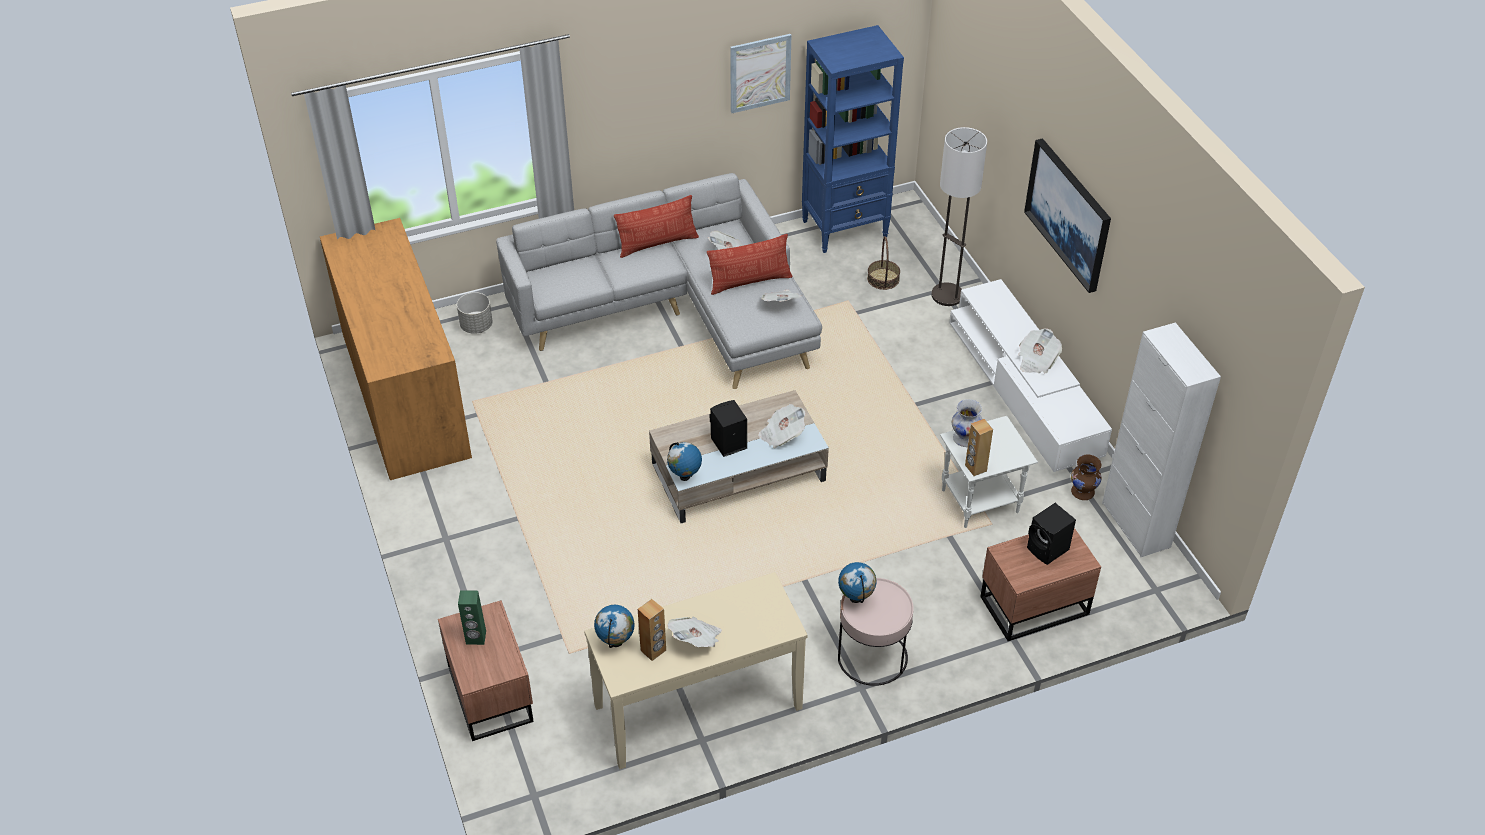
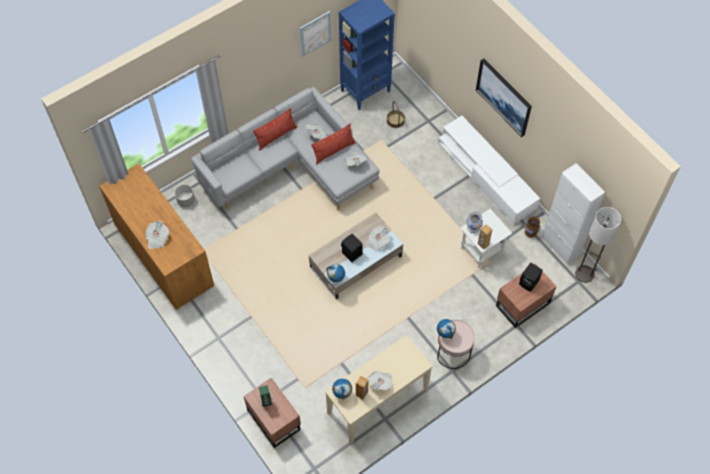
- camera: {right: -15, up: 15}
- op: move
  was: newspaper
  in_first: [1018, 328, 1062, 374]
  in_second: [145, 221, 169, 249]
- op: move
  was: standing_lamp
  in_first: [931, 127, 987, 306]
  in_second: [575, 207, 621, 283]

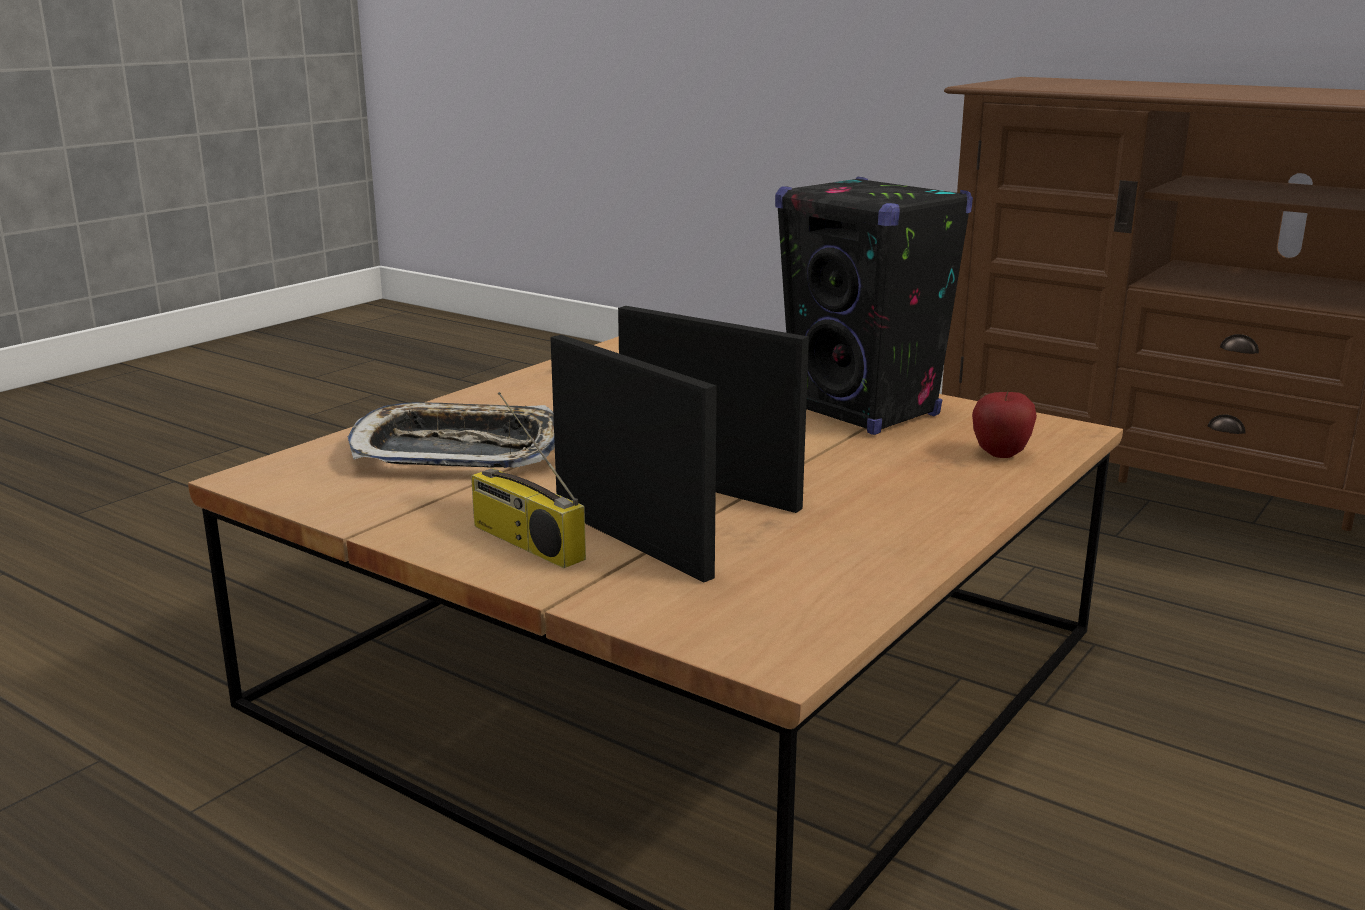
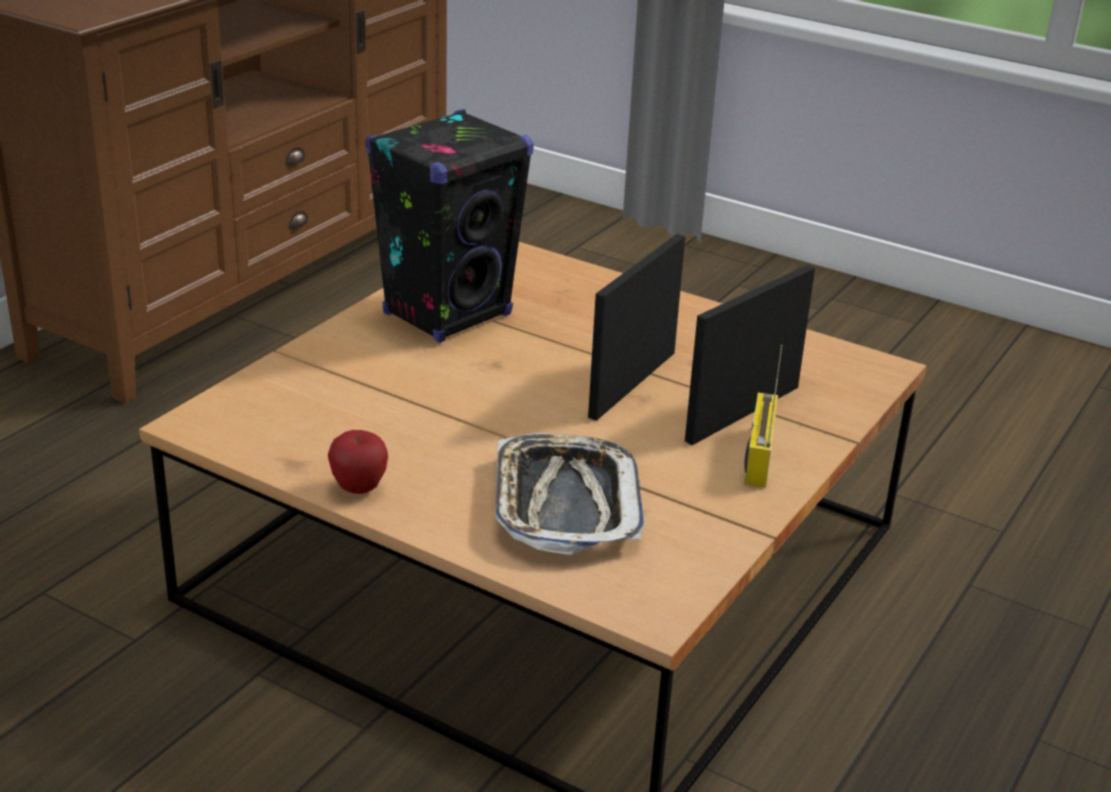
- camera: {right: -95, up: 10}
- op: move
  was: whole_apple
  in_first: [972, 391, 1037, 458]
  in_second: [328, 430, 388, 494]
- op: rotate
  was: radio
  in_first: [471, 392, 586, 568]
  in_second: [744, 345, 783, 488]
  clockwise: 150

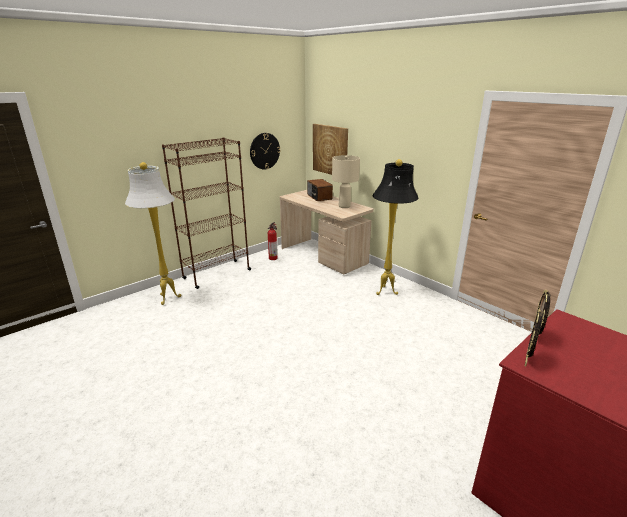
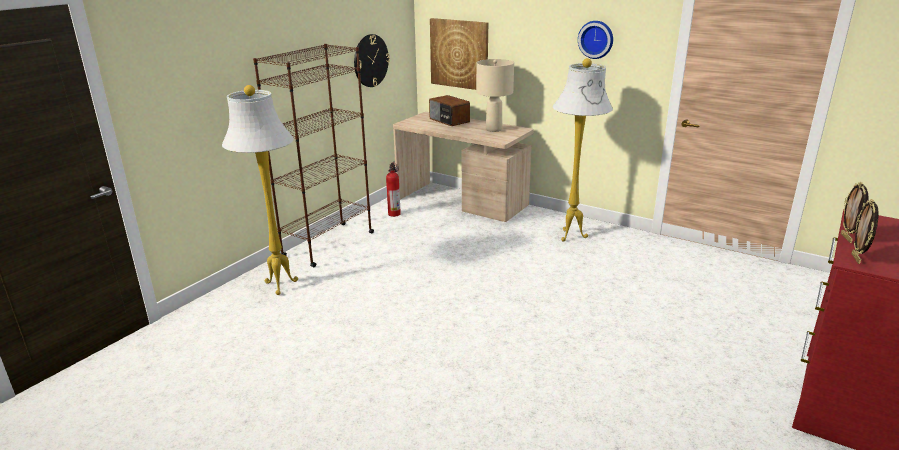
- camera: {right: -15, up: 0}
- op: recolor
  was: black_standing_lamp
  now: whitish_standing_lamp
  in_first: [372, 159, 418, 295]
  in_second: [553, 58, 613, 242]
- op: insert
  now: hanging_clock
  in_second: [578, 21, 613, 59]

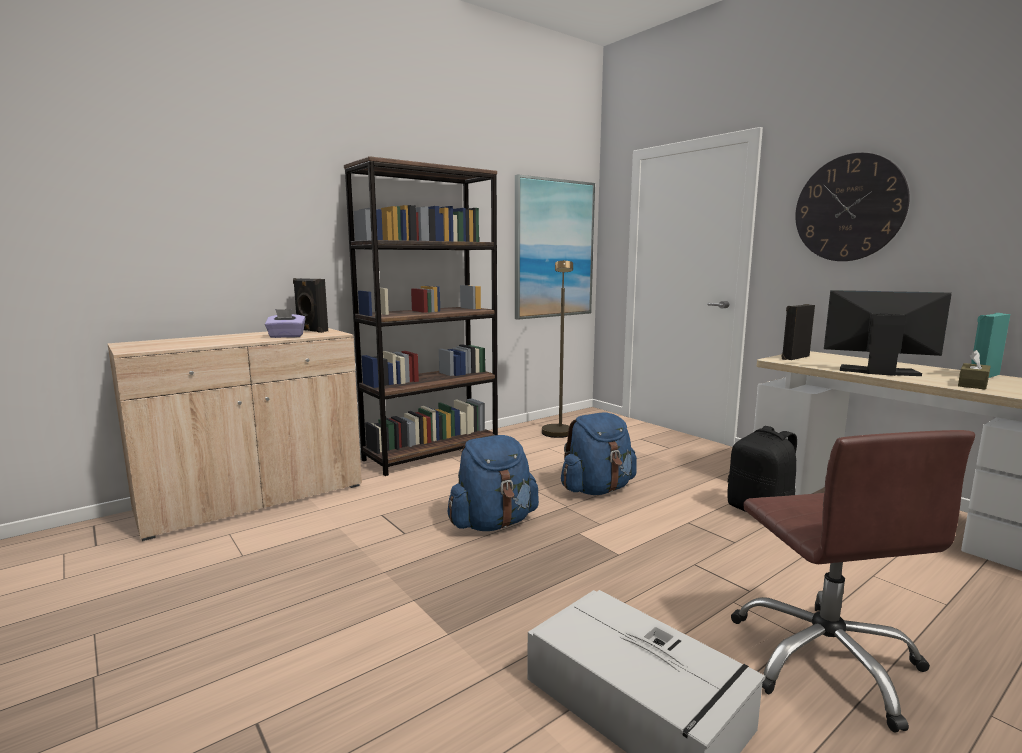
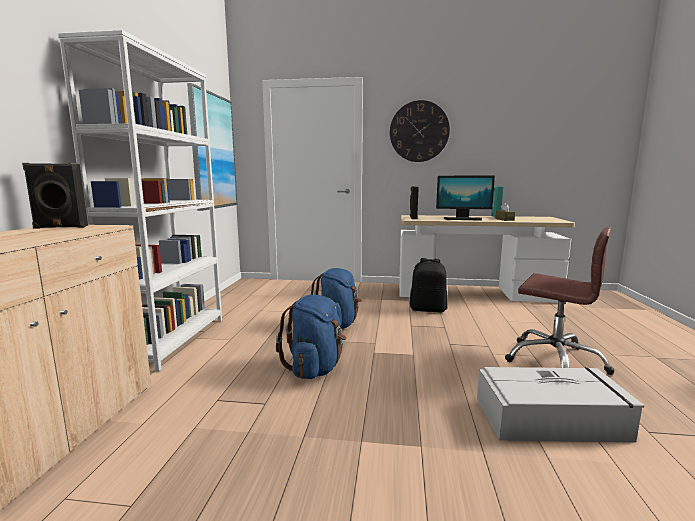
- camera: {right: -45, up: 0}
- op: recolor
  was: brown-coloured_bookcase
  now: whitish_bookcase
  in_first: [344, 156, 498, 476]
  in_second: [57, 30, 222, 372]
- op: rotate
  was: monitor
  in_first: [824, 290, 952, 376]
  in_second: [436, 176, 495, 221]
  clockwise: -150
- op: delete
  was: purple-coloured_tissue_box
  in_first: [265, 309, 306, 338]
- op: delete
  was: brown-coloured_standing_lamp
  in_first: [542, 260, 573, 438]

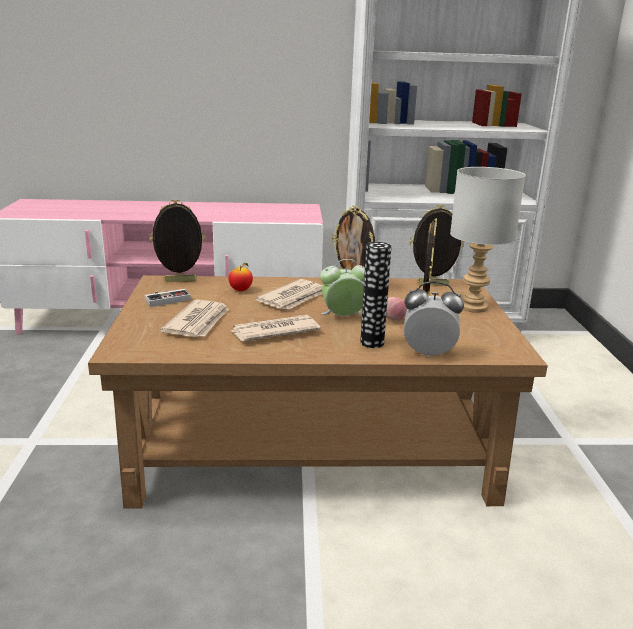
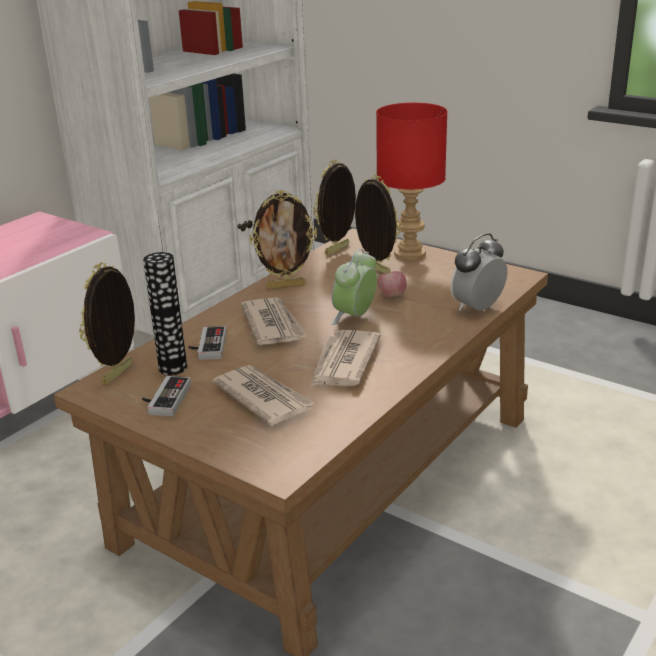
- camera: {right: -50, up: 5}
- op: move
  was: vase
  in_first: [360, 242, 392, 348]
  in_second: [143, 252, 187, 375]
- op: replace
  was: whole_apple
  now: joypad
  in_first: [228, 263, 253, 291]
  in_second: [188, 326, 226, 360]
- op: recolor
  was: greyish_tabletop_lamp
  now: red-coloured_tabletop_lamp
  in_first: [450, 167, 526, 313]
  in_second: [376, 103, 448, 261]

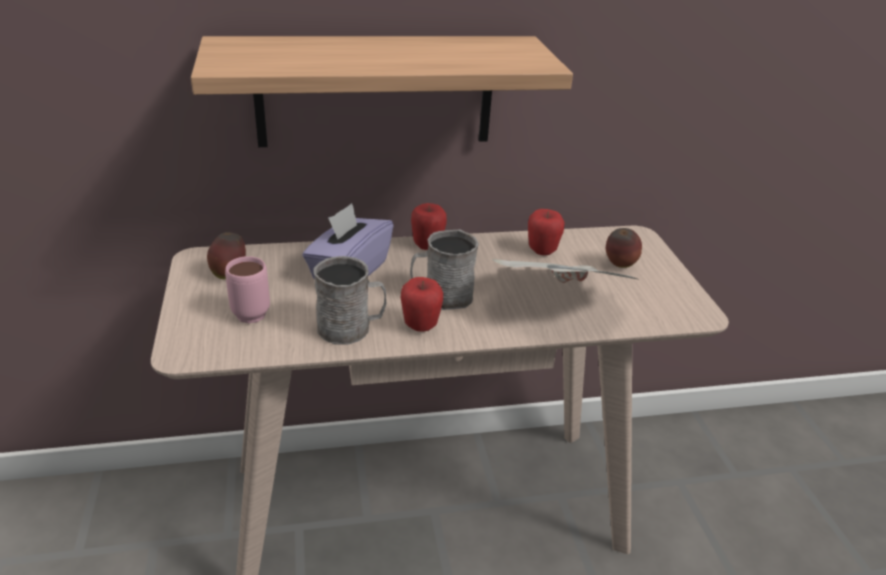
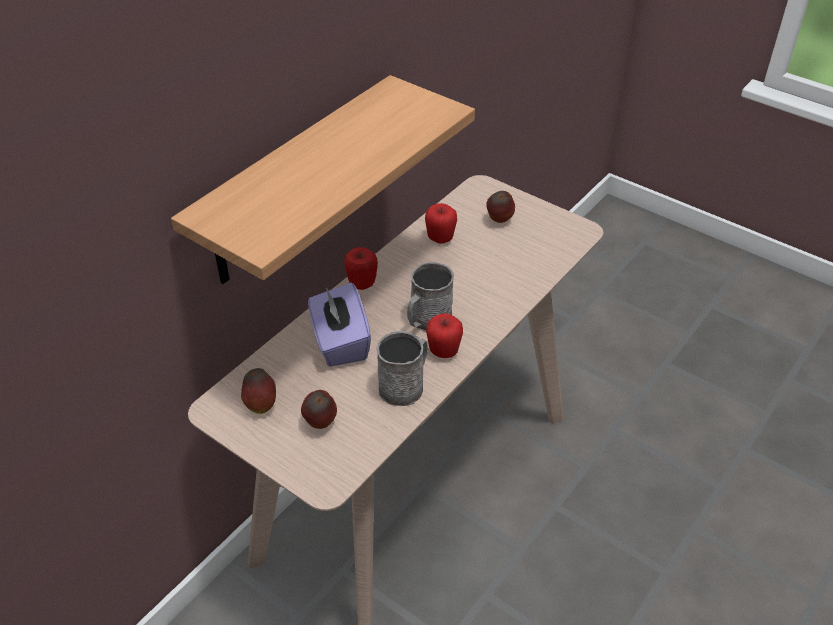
- camera: {right: -40, up: 10}
- op: replace
  was: pinkish_coffee_mug
  now: whole_apple
  in_first: [225, 256, 270, 323]
  in_second: [301, 390, 337, 429]
- op: delete
  was: newspaper
  in_first: [492, 259, 638, 283]

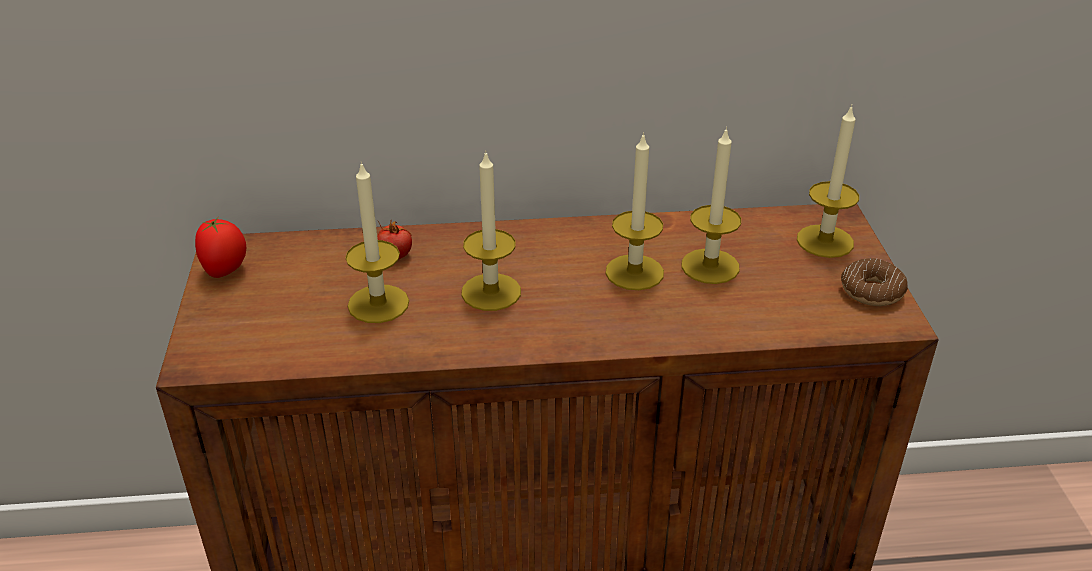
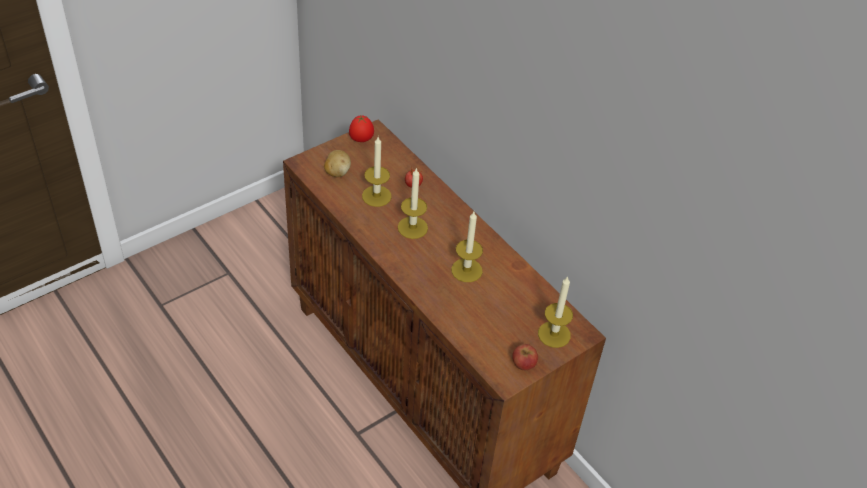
- camera: {right: 55, up: 10}
- op: insert
  now: potato
  in_second: [324, 150, 351, 177]
- op: replace
  was: donut
  now: whole_apple
  in_first: [841, 258, 908, 306]
  in_second: [512, 344, 538, 370]
- op: delete
  was: wax_light
  in_first: [681, 127, 741, 284]

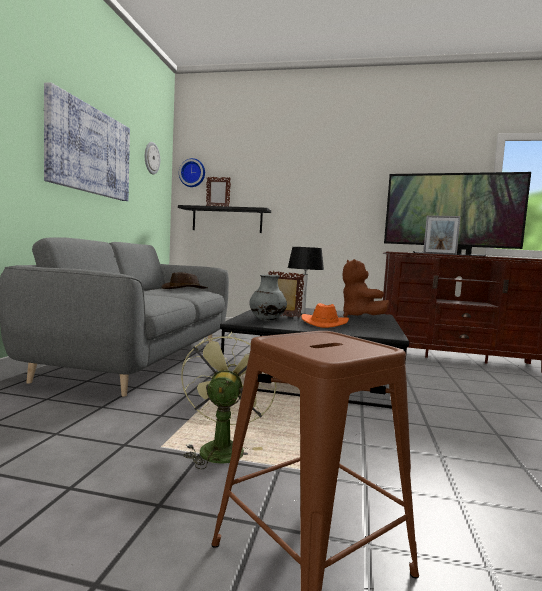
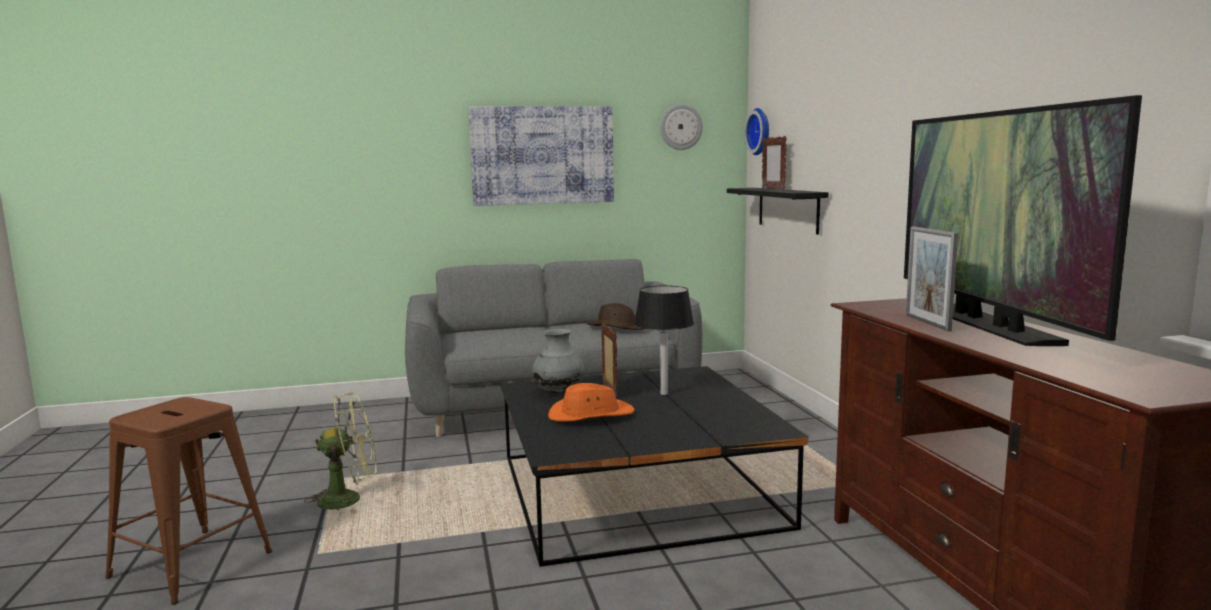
- camera: {right: 65, up: 5}
- op: delete
  was: brown-coloured_plush_toy
  in_first: [342, 259, 389, 317]

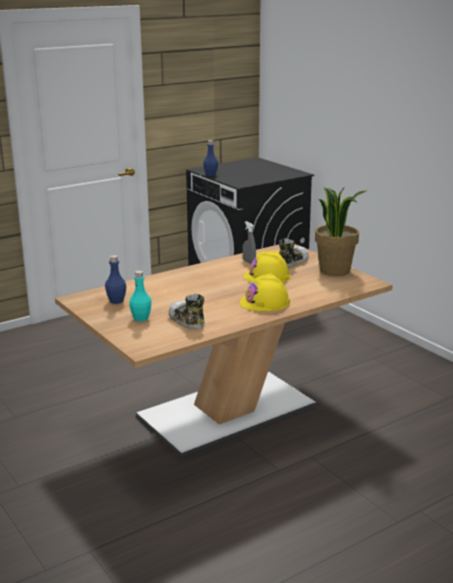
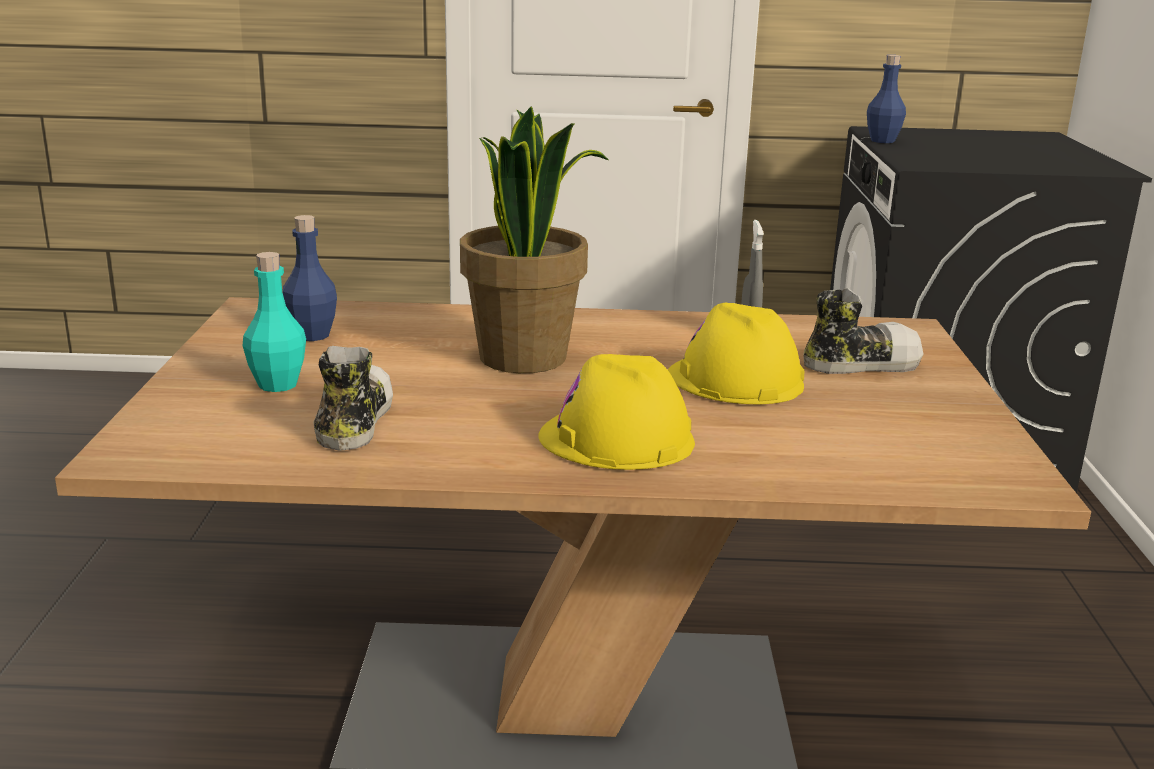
- camera: {right: 35, up: 0}
- op: move
  was: plant_in_a_pot
  in_first: [315, 187, 367, 276]
  in_second: [460, 107, 608, 373]

